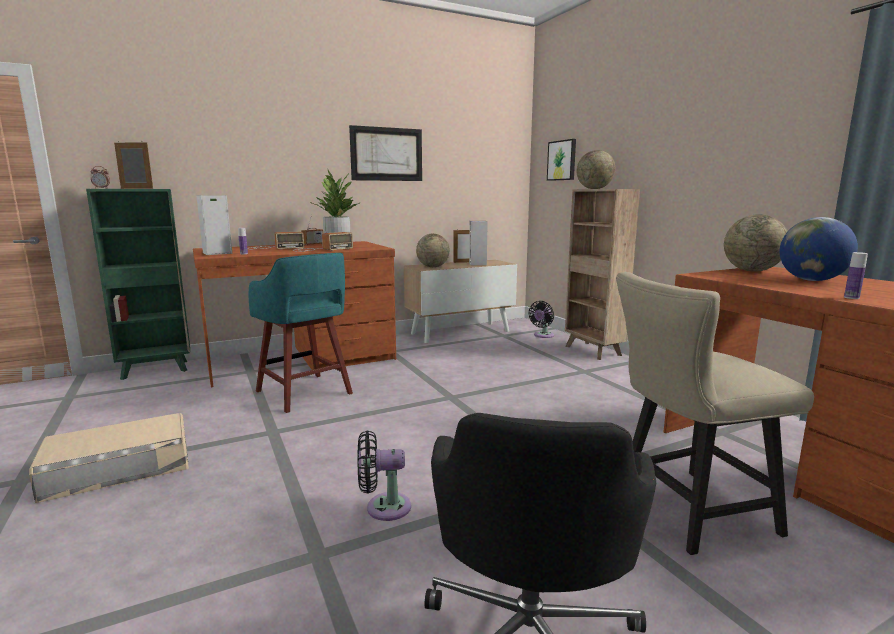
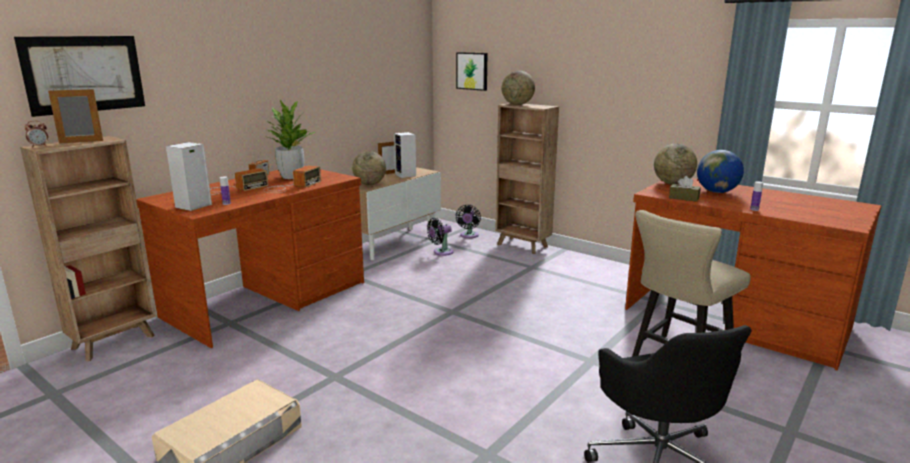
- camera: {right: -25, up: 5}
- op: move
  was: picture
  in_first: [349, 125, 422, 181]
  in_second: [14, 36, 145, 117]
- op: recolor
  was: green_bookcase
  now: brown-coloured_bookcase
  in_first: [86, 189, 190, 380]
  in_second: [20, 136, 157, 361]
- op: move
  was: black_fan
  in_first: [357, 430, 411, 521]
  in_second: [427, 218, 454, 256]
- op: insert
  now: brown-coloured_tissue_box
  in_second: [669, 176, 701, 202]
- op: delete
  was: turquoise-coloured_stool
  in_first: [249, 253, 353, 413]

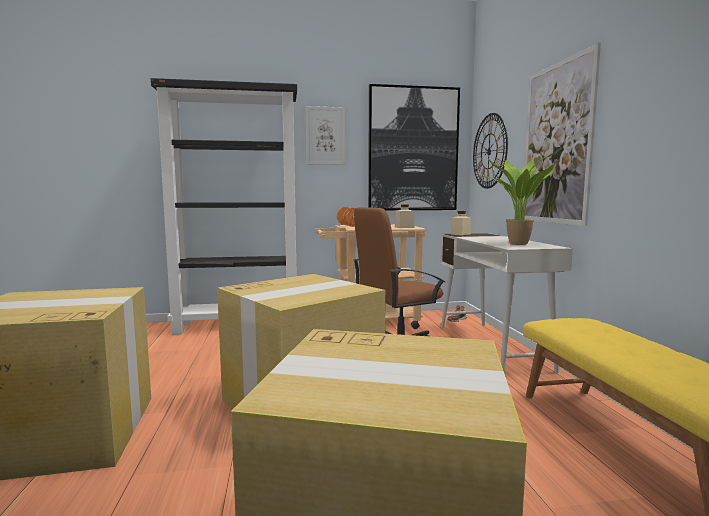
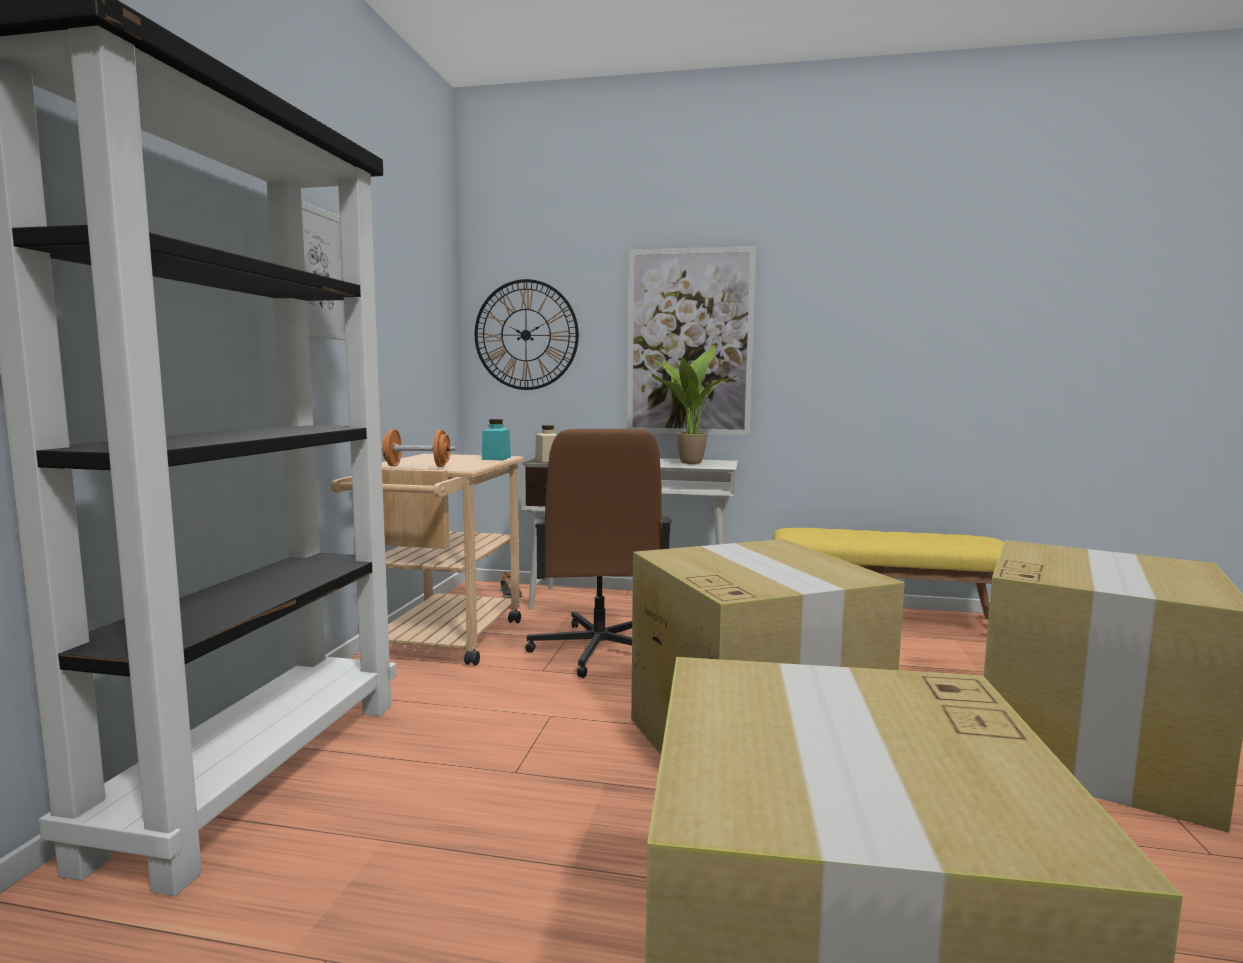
- camera: {right: -70, up: 0}
- op: recolor
  was: sand-coloured_storage_jar
  now: turquoise-coloured_storage_jar
  in_first: [395, 205, 415, 228]
  in_second: [482, 419, 511, 460]
- op: delete
  was: picture
  in_first: [368, 84, 460, 210]

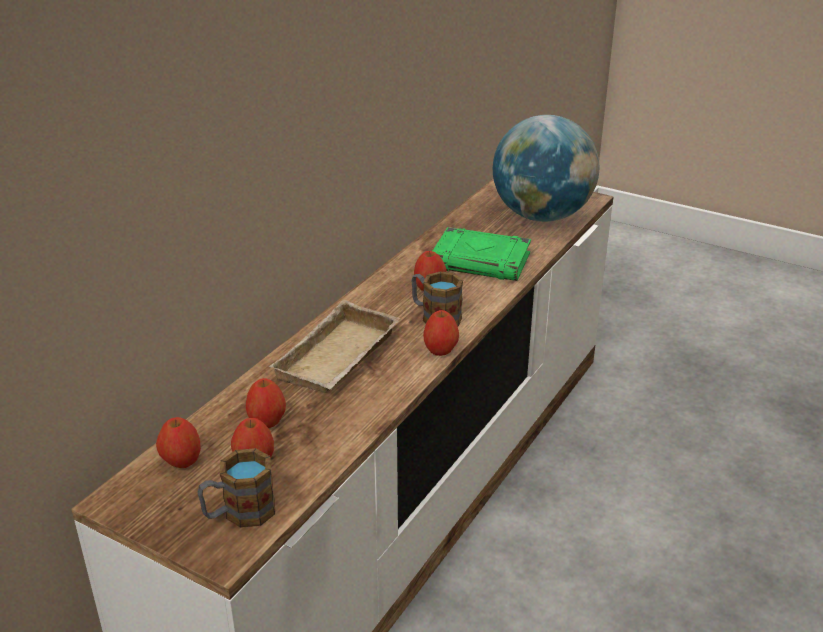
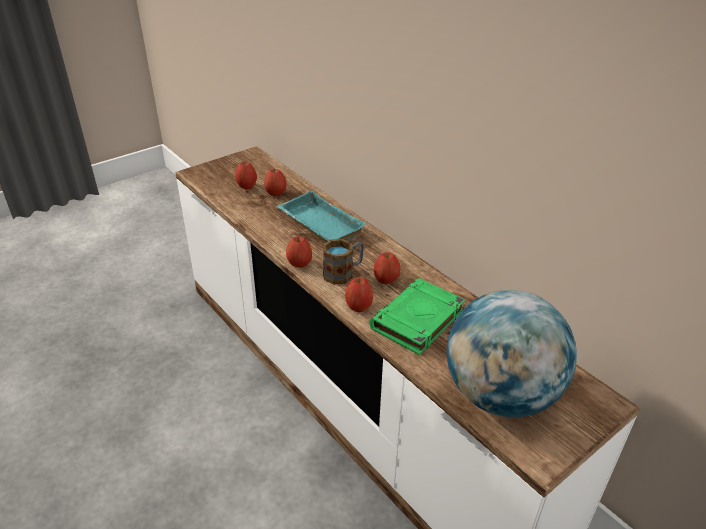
- camera: {right: 110, up: 5}
- op: recolor
  was: sand-coloured_serving_tray
  now: turquoise-coloured_serving_tray
  in_first: [269, 300, 401, 393]
  in_second: [277, 191, 367, 244]
- op: move
  was: whole_apple
  in_first: [156, 417, 201, 468]
  in_second: [345, 277, 373, 312]
- op: delete
  was: coffee_mug
  in_first: [197, 448, 275, 528]

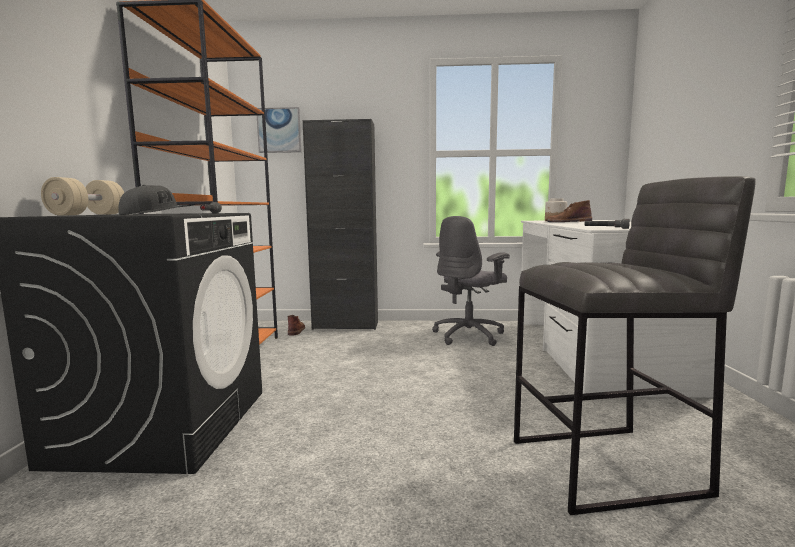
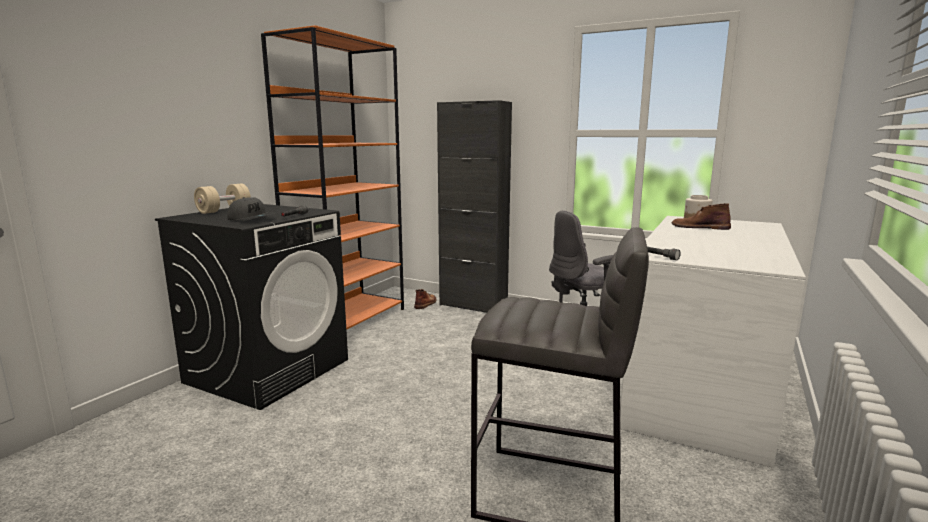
- camera: {right: 25, up: 5}
- op: delete
  was: picture
  in_first: [257, 107, 301, 153]

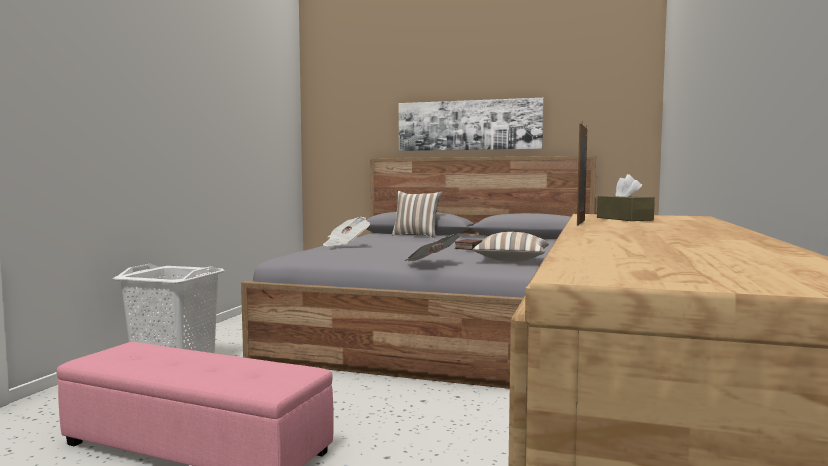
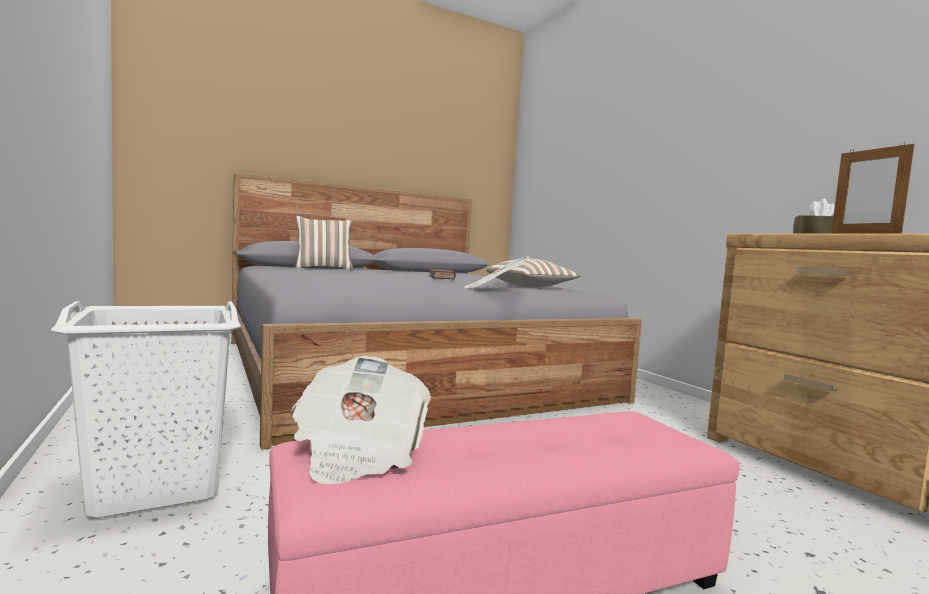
- camera: {right: -45, up: 0}
- op: move
  was: newspaper
  in_first: [323, 217, 370, 246]
  in_second: [291, 356, 431, 484]
- op: delete
  was: picture
  in_first: [399, 98, 544, 151]

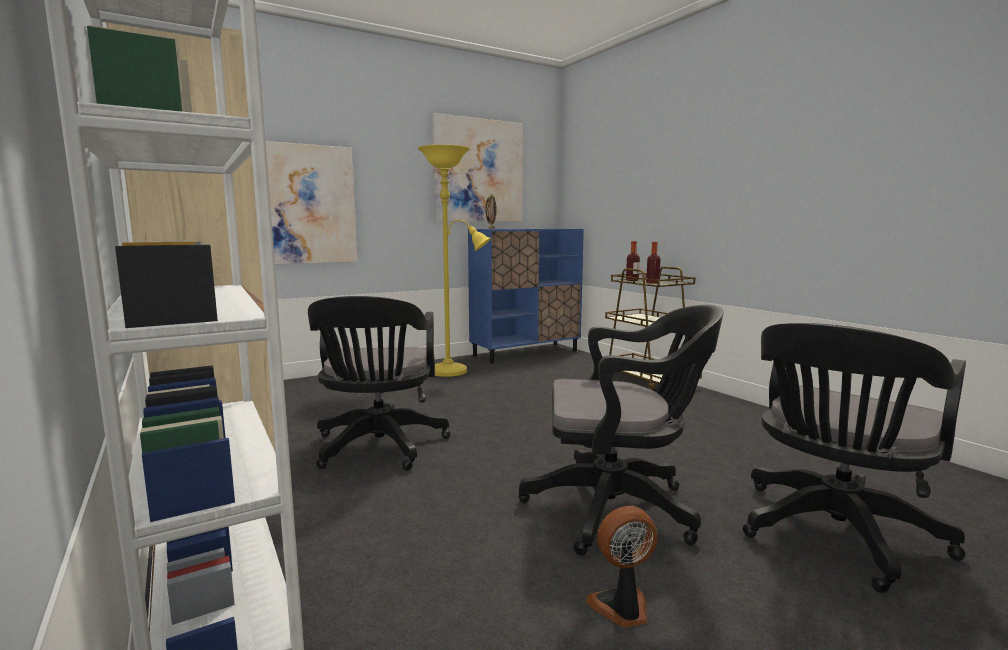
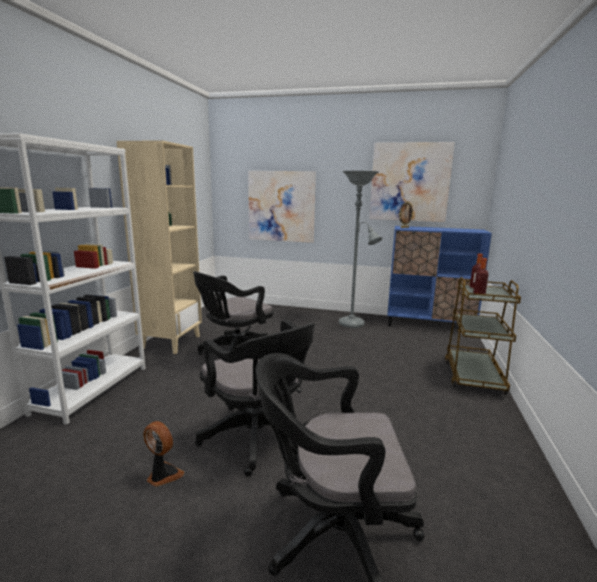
- camera: {right: 45, up: 5}
- op: recolor
  was: yellow_standing_lamp
  now: greyish_standing_lamp
  in_first: [418, 145, 491, 377]
  in_second: [339, 171, 382, 328]

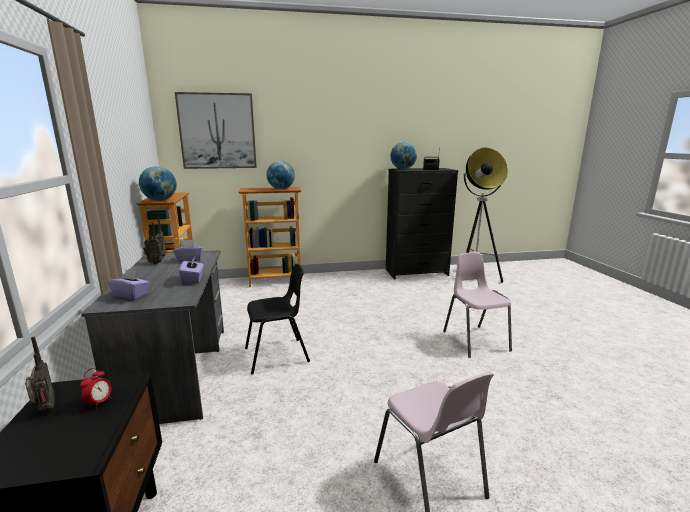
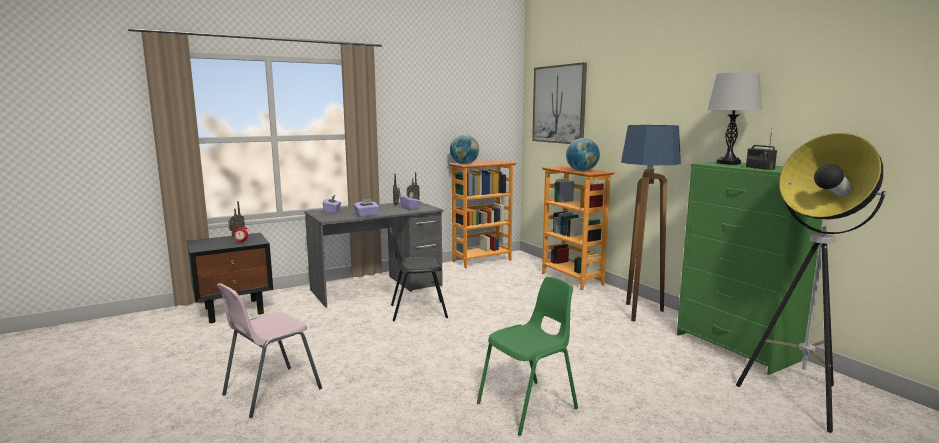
- camera: {right: 70, up: -5}
- op: rotate
  was: black_upright_chair
  in_first: [245, 264, 310, 374]
  in_second: [389, 227, 448, 321]
  clockwise: 120
- op: recolor
  was: pinkish_upright_chair
  now: green_upright_chair
  in_first: [443, 252, 512, 358]
  in_second: [477, 277, 578, 436]
- op: insert
  now: standing_lamp
  in_second: [621, 125, 681, 322]
- op: recolor
  was: black_chest_of_drawers
  now: green_chest_of_drawers
  in_first: [386, 168, 459, 280]
  in_second: [677, 162, 822, 375]
- op: replace
  was: world_globe
  now: greyish_tabletop_lamp
  in_first: [390, 142, 417, 169]
  in_second: [707, 72, 762, 165]

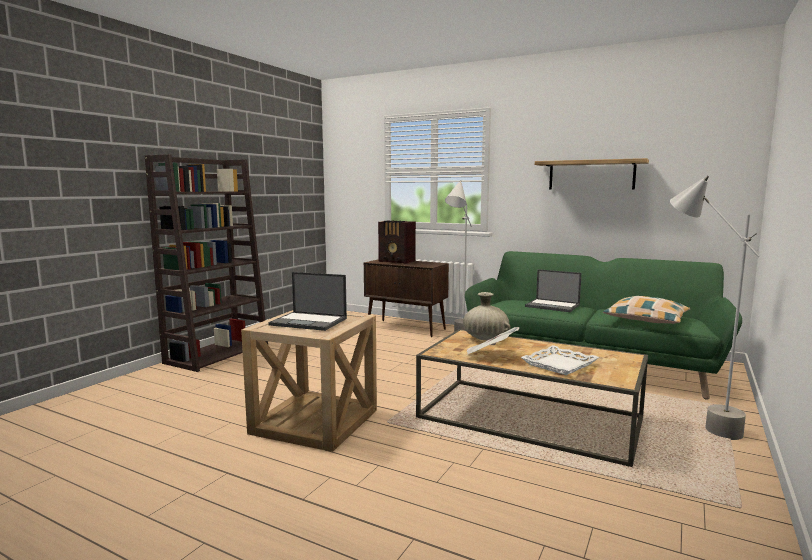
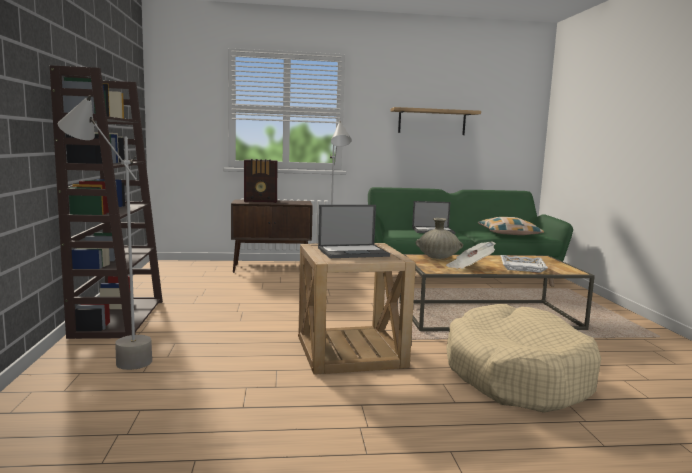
- camera: {right: -35, up: 0}
- op: move
  was: greyish_standing_lamp
  in_first: [670, 176, 760, 440]
  in_second: [58, 95, 152, 370]
- op: insert
  now: sand-coloured_pet_bed
  in_second: [446, 304, 601, 413]

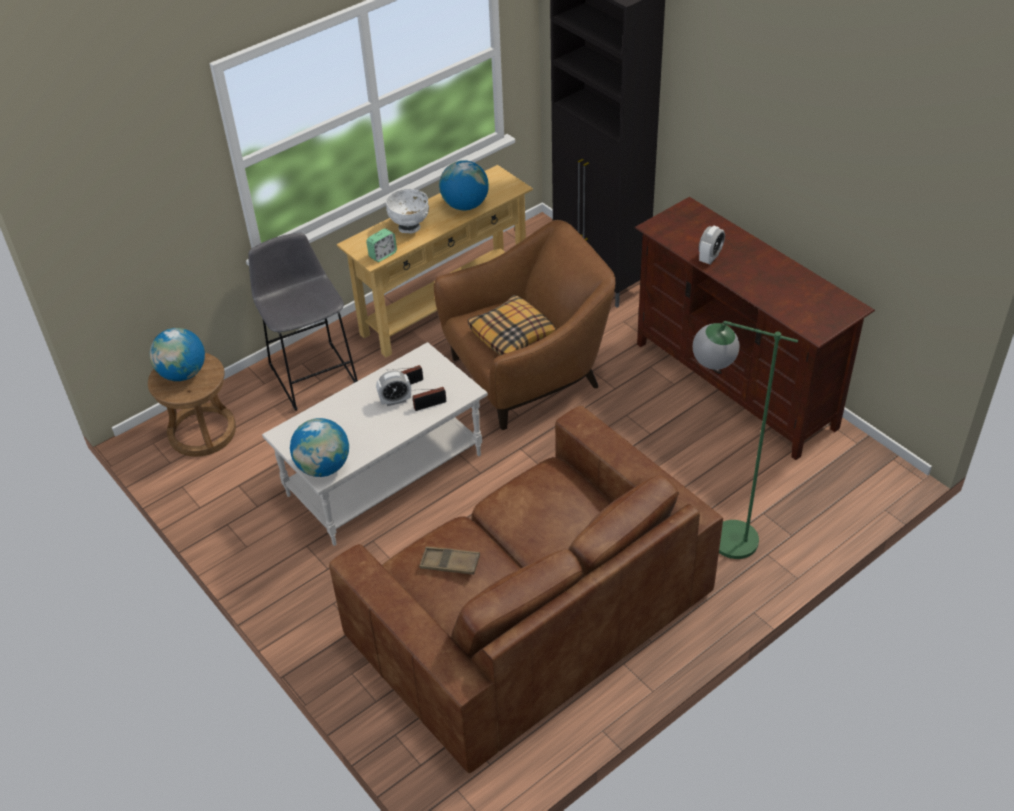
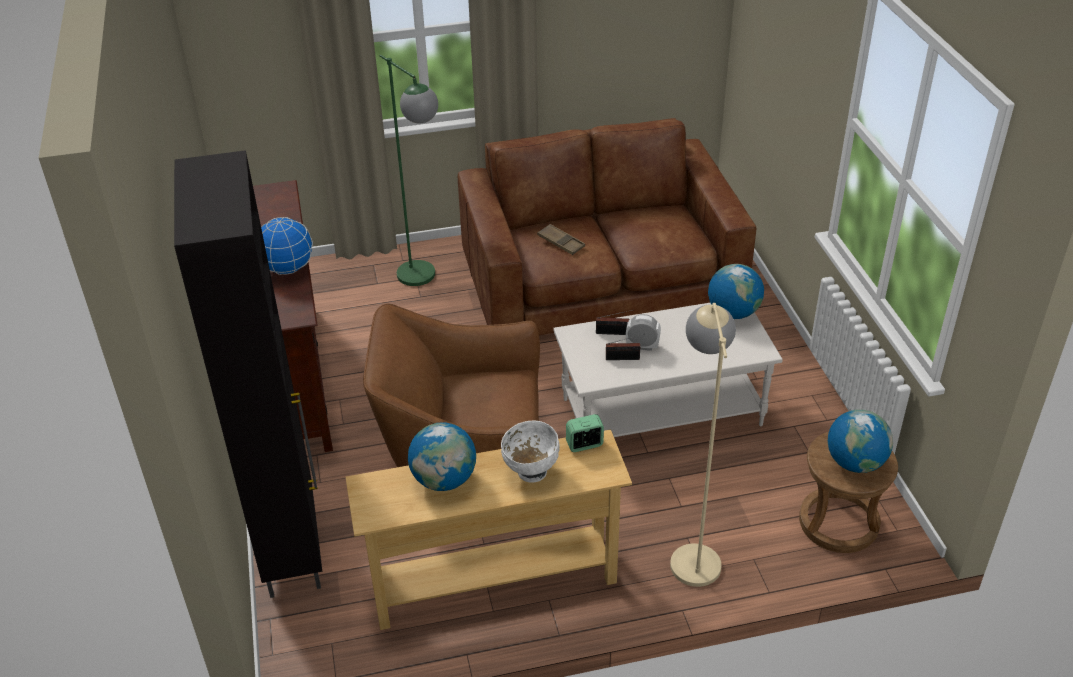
- camera: {right: -155, up: -5}
- op: replace
  was: table_clock
  now: world_globe
  in_first: [699, 226, 725, 264]
  in_second: [261, 217, 313, 275]
- op: move
  was: brown-coloured_serving_tray
  in_first: [419, 547, 480, 575]
  in_second: [537, 224, 585, 255]
- op: replace
  was: greyish_stool
  now: sand-coloured_standing_lamp
  in_first: [248, 233, 358, 411]
  in_second: [670, 303, 736, 587]
- op: delete
  was: throw_pillow
  in_first: [468, 295, 557, 355]

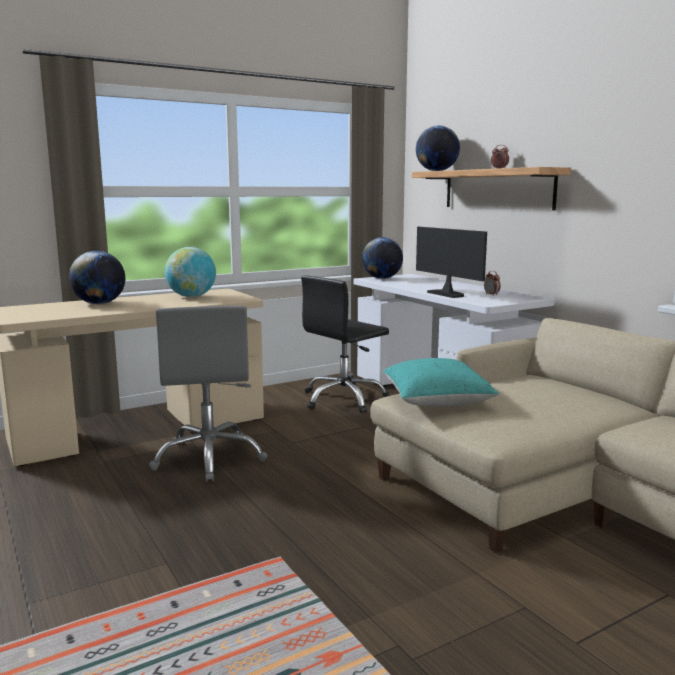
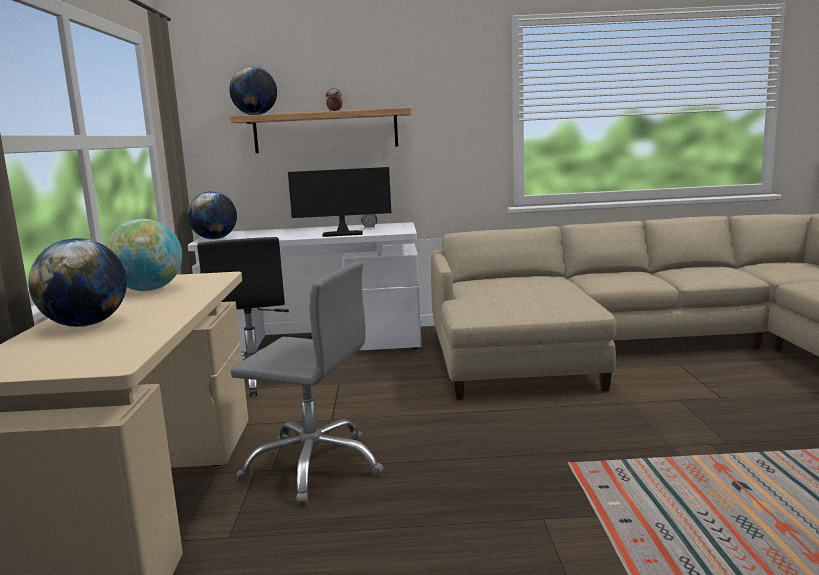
- camera: {right: -60, up: 0}
- op: delete
  was: turquoise-coloured_throw_pillow
  in_first: [383, 358, 499, 407]

